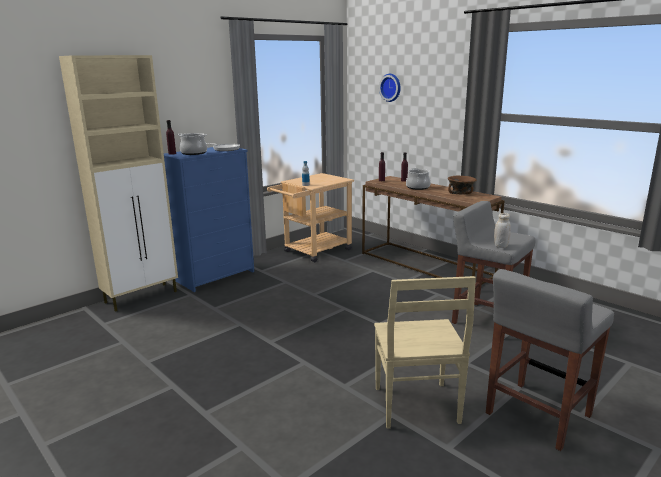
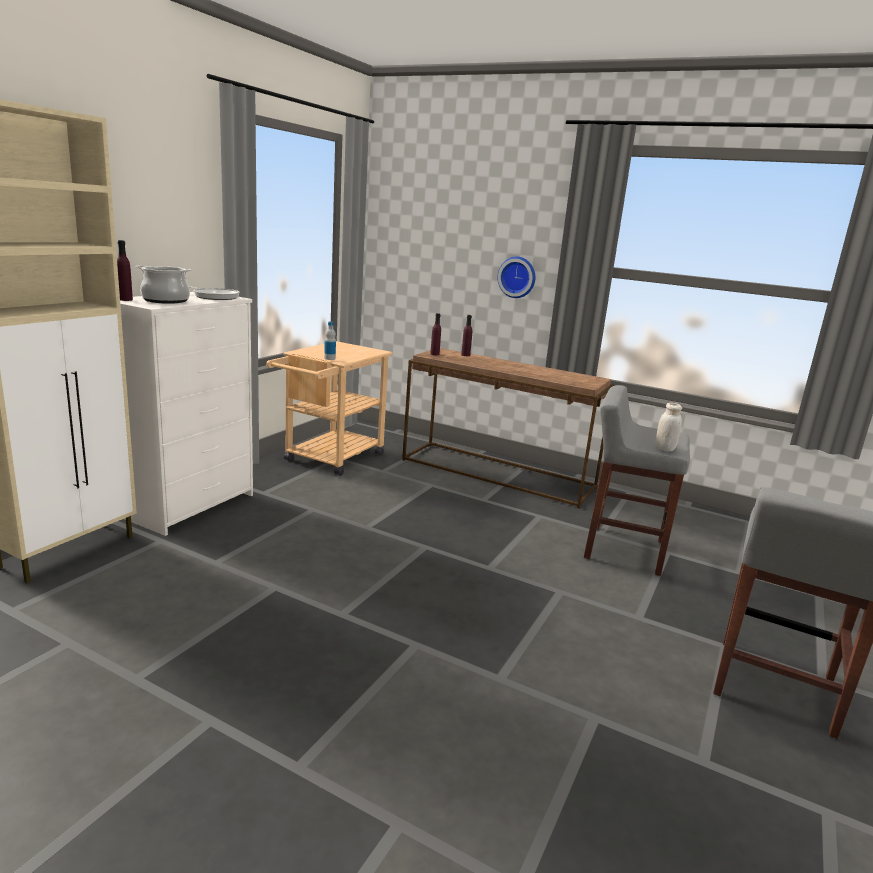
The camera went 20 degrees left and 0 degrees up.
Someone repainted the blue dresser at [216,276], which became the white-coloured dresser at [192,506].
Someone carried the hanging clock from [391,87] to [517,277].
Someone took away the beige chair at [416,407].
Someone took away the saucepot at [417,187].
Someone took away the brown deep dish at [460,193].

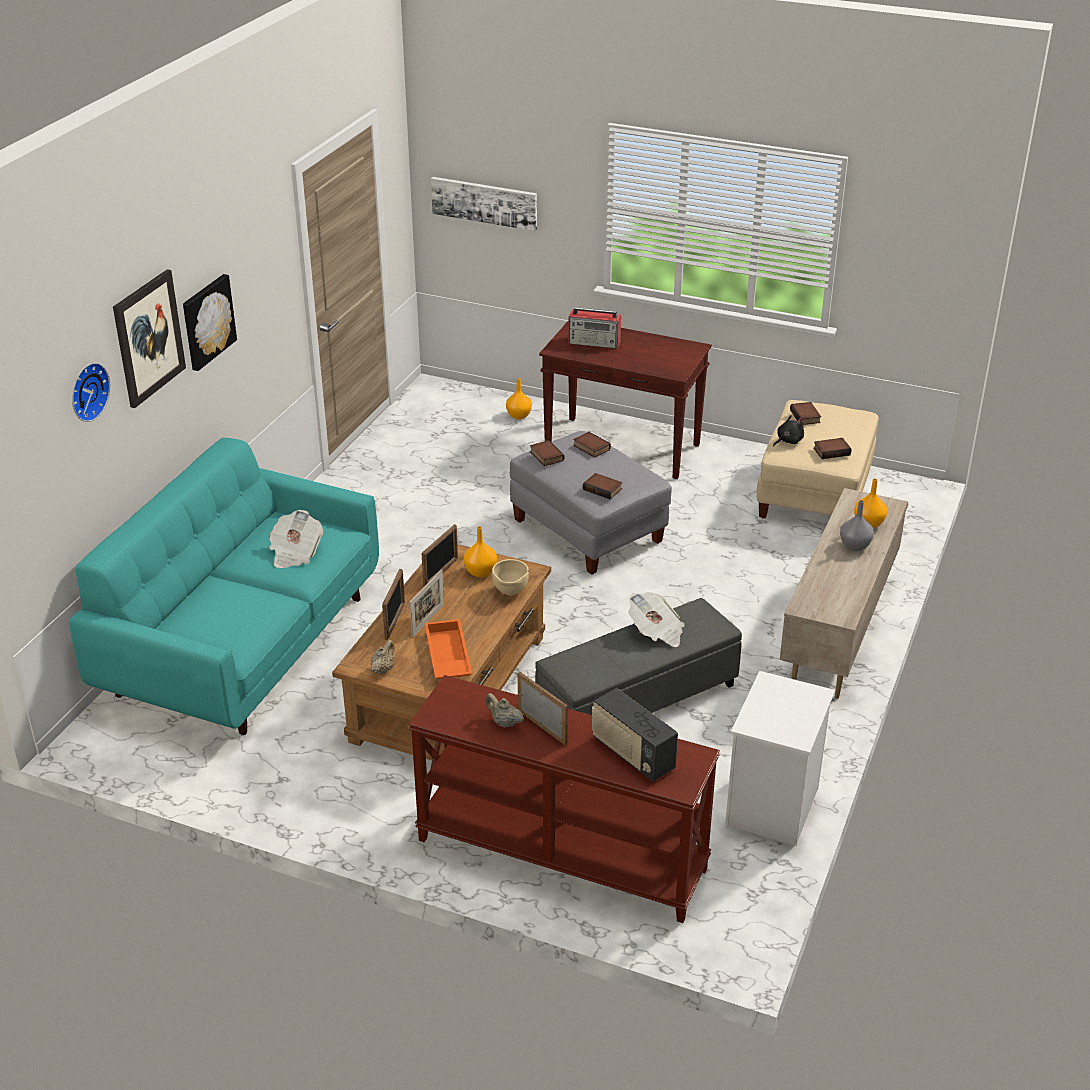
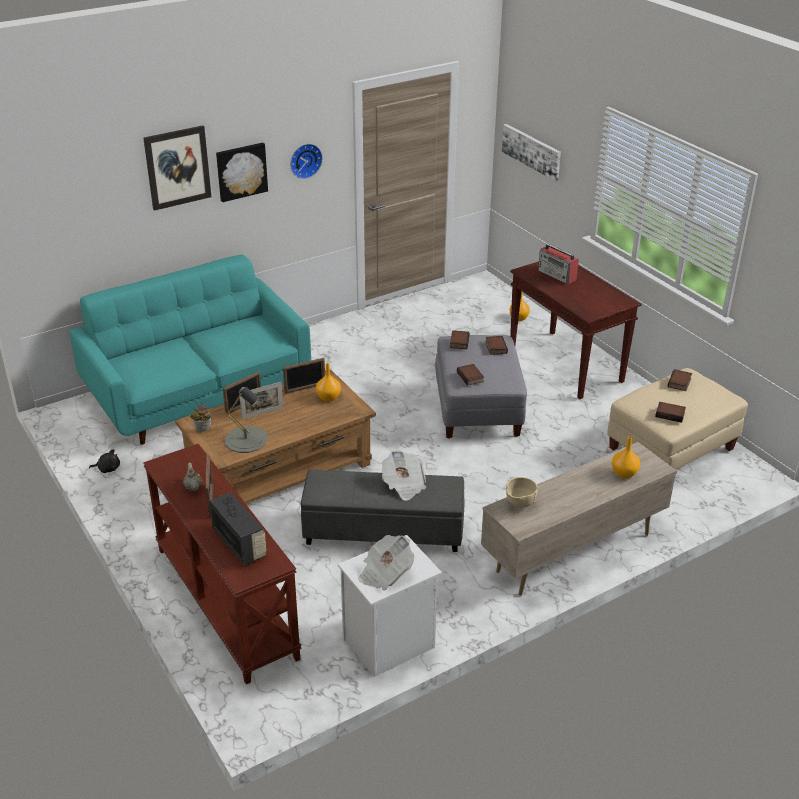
The camera went 35 degrees right and 0 degrees up.
Someone carried the black soft toy from [788,441] to [108,468].
Someone swapped the beige tea pot at [383,669] for the houseplant at [202,431].
Someone rotated the radio receiver at [632,754] by 150 degrees clockwise.
Someone swapped the orange carrying tray at [446,656] for the grey tabletop lamp at [246,439].
Someone carried the hanging clock from [86,391] to [305,160].
Someone carried the printed paper from [295,553] to [385,573].
Someone carried the beige deep dish from [510,593] to [519,505].
Someone took away the grey decorative vase at [855,546].

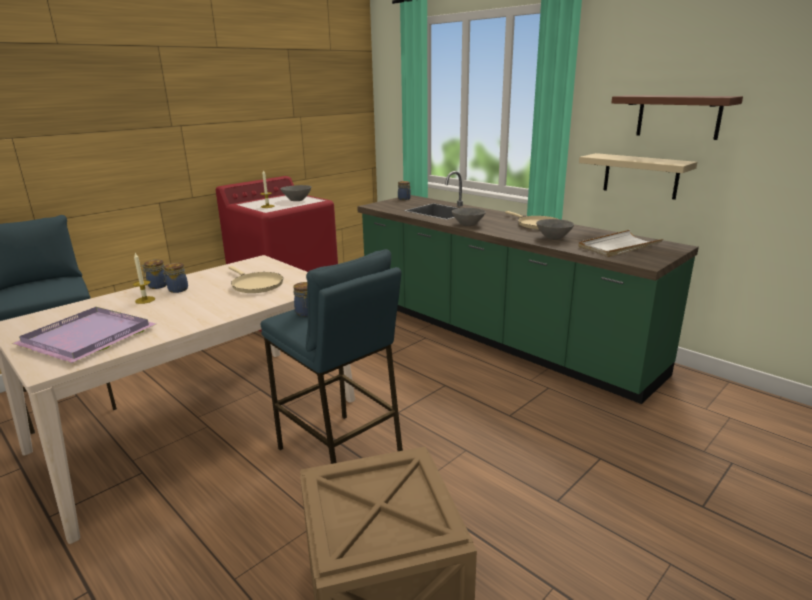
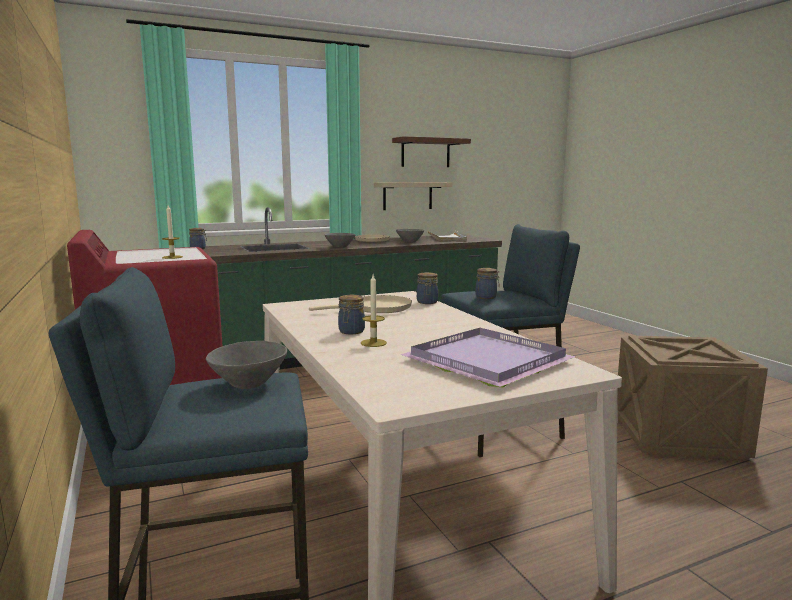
The camera went 70 degrees left and 10 degrees down.
Someone carried the grey deep dish from [296,200] to [247,383].
Someone carried the jar from [157,286] to [427,302].

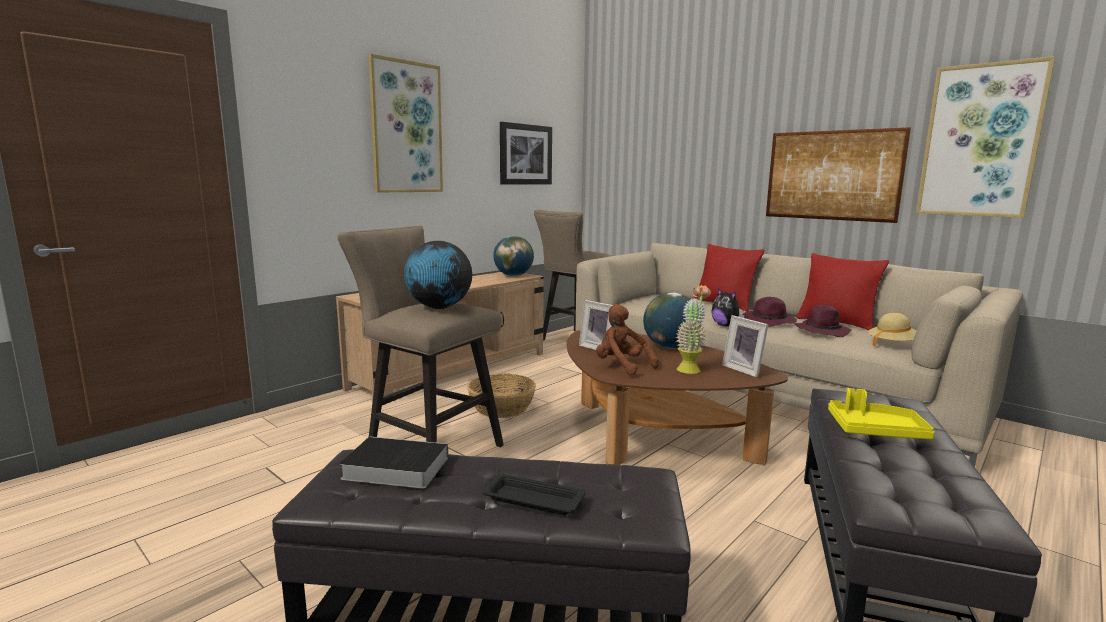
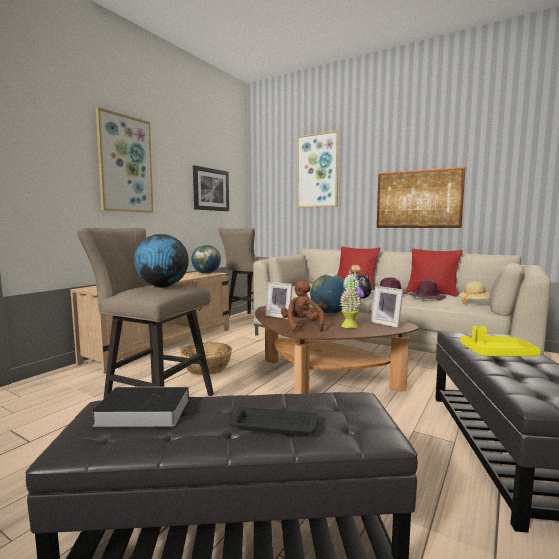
The camera went 10 degrees left and 5 degrees down.
Someone rotated the brown soft toy at [622,366] by 45 degrees clockwise.
Someone carried the wall art from [980,141] to [317,171].

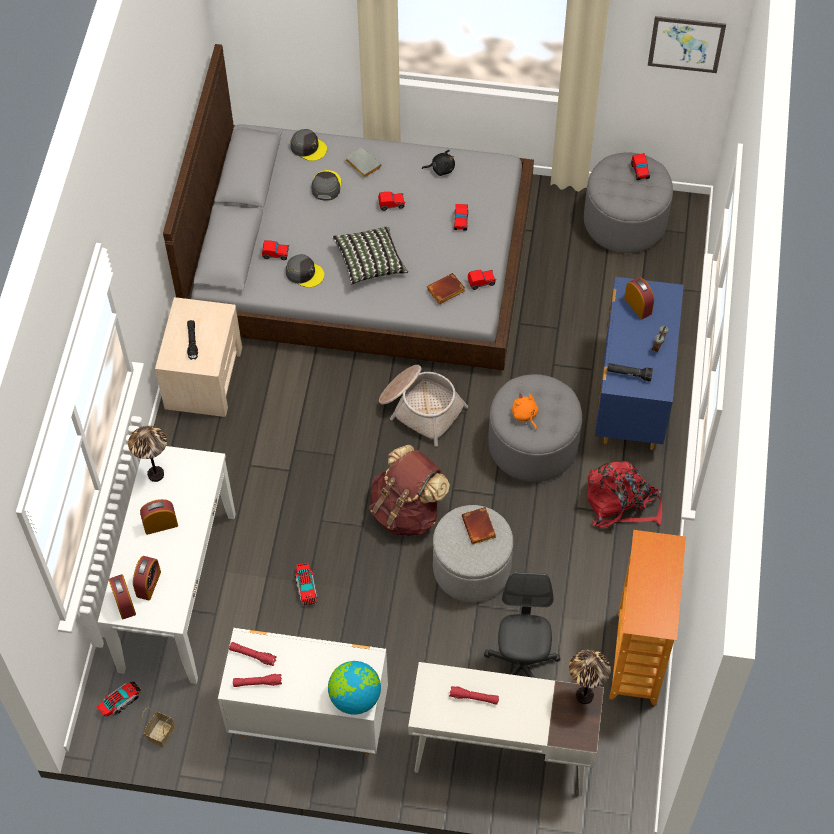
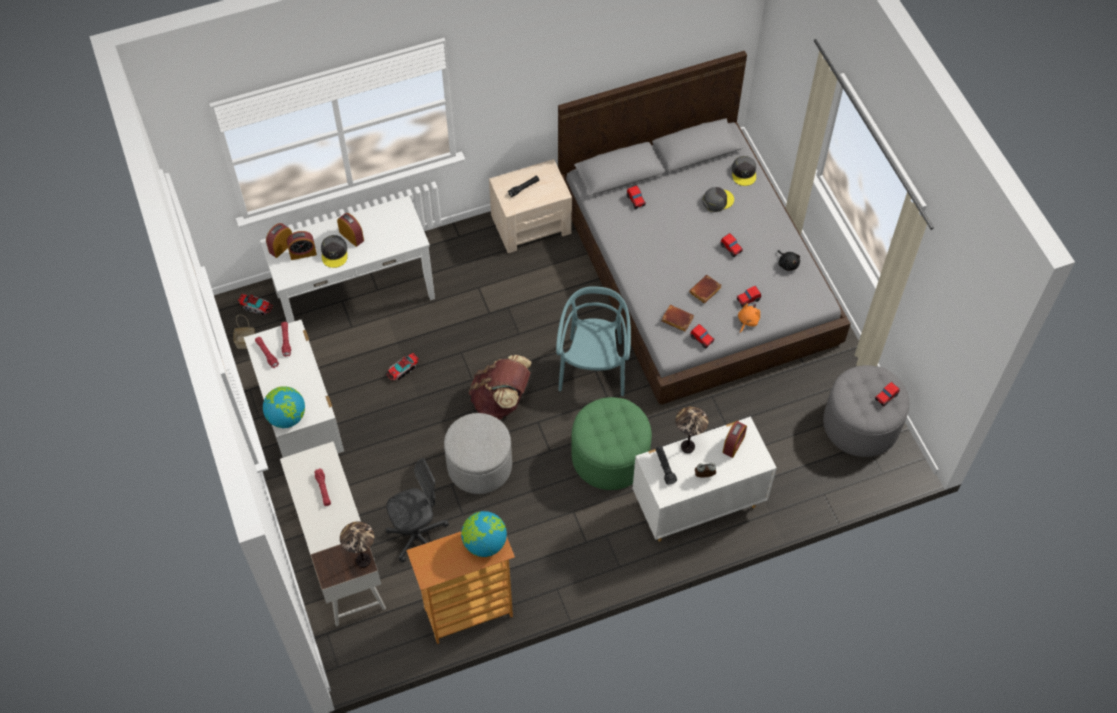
The camera went 60 degrees right and 0 degrees up.
Someone carried the grey peaked cap from [304,273] to [334,253].
Someone put down the desk globe at [484,543].
Someone swapped the basket at [420,408] for the blue-green chair at [593,367].
Someone repainted the grey pouffe at [533,444], which became the green-coloured pouffe at [610,456].
Someone repainted the blue dresser at [632,397], which became the white-coloured dresser at [696,505].
Someone carried the tabletop lamp from [155,474] to [687,446].
Someone carried the brown bound book from [480,528] to [705,291].
Someone carried the orange soft toy from [525,415] to [747,321].
Someone took away the cushion at [370,262].
Someone took away the grey bound book at [362,164].
Someone took away the red-coloured knapsack at [621,502].
Someone took away the wall art at [686,44].

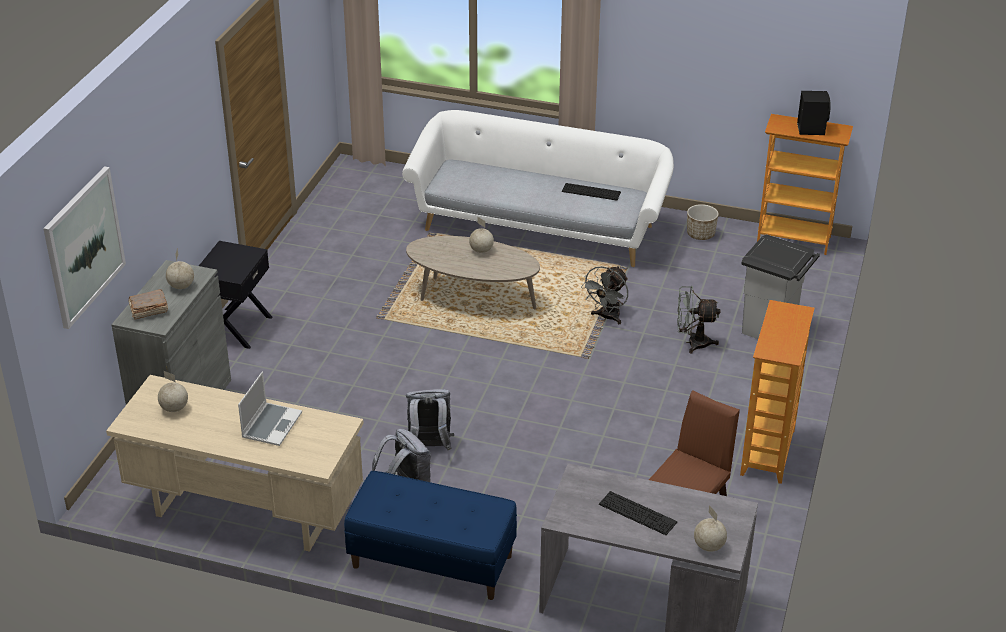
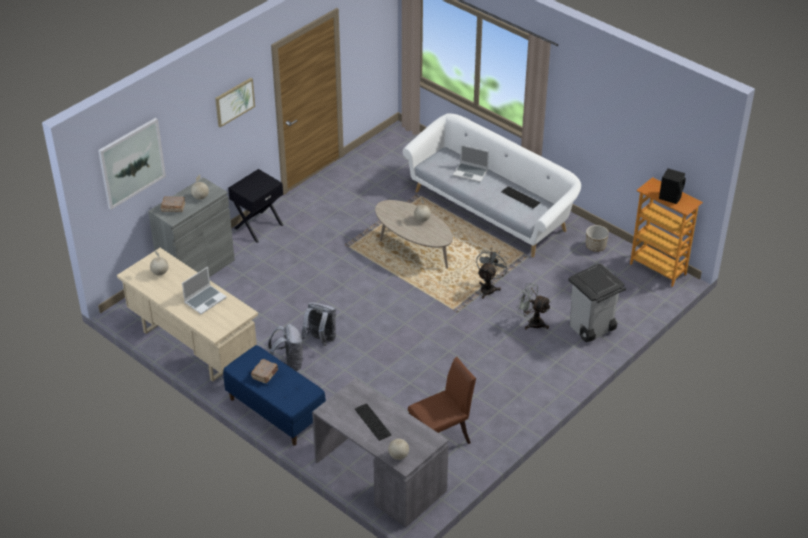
The camera went 25 degrees right and 5 degrees up.
Someone put up the wall art at [234,101].
Someone put down the brown bound book at [265,374].
Someone put down the notebook computer at [471,173].
Someone rotated the grey fan at [607,317] by 150 degrees clockwise.
Someone took away the bookshelf at [768,453].

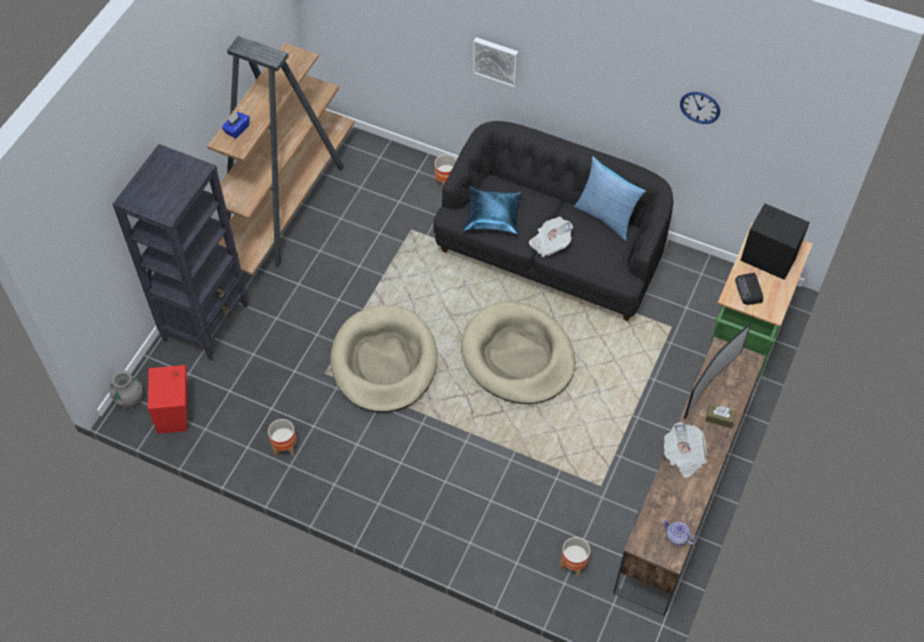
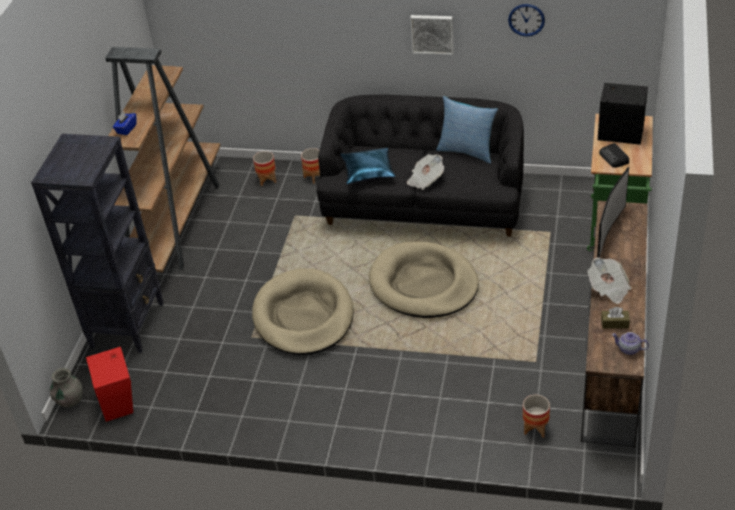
The camera went 10 degrees left and 15 degrees down.
Someone carried the planter from [285,447] to [267,180].
Someone carried the wall art from [496,60] to [432,33].
Someone carried the brown tissue holder from [719,418] to [615,323].

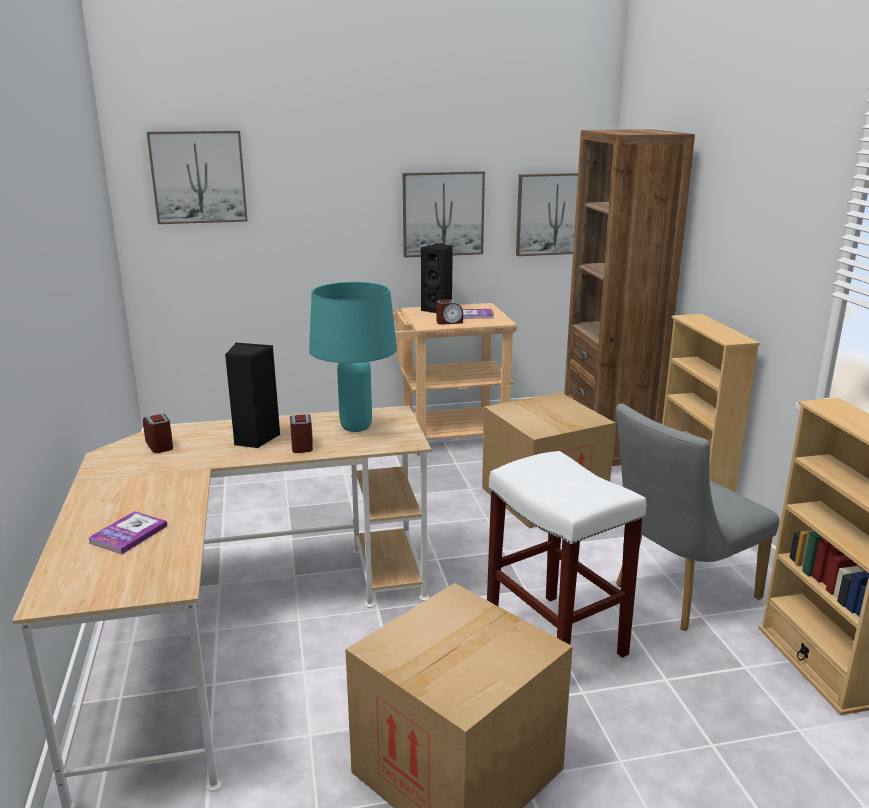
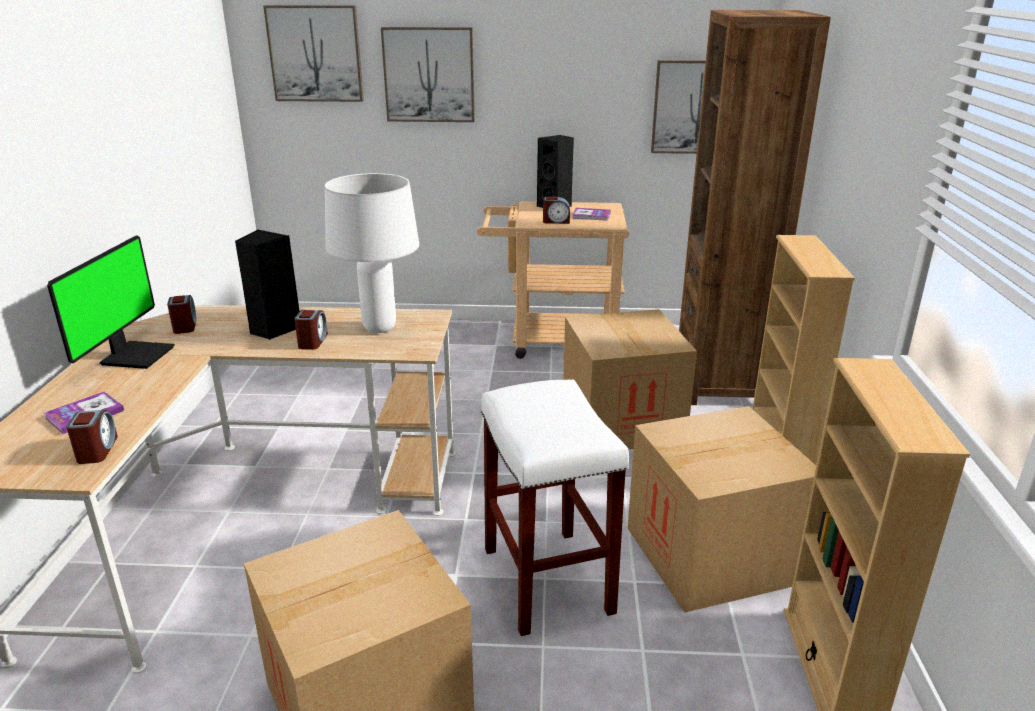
The camera went 15 degrees right and 5 degrees up.
Someone put down the computer screen at [135,355].
Someone put down the alarm clock at [97,450].
Someone repainted the blue-green tabletop lamp at [356,427], which became the white-coloured tabletop lamp at [380,328].
Someone carried the wall art from [443,214] to [429,75].
Someone swapped the grey chair at [678,594] for the cardboard box at [711,554].

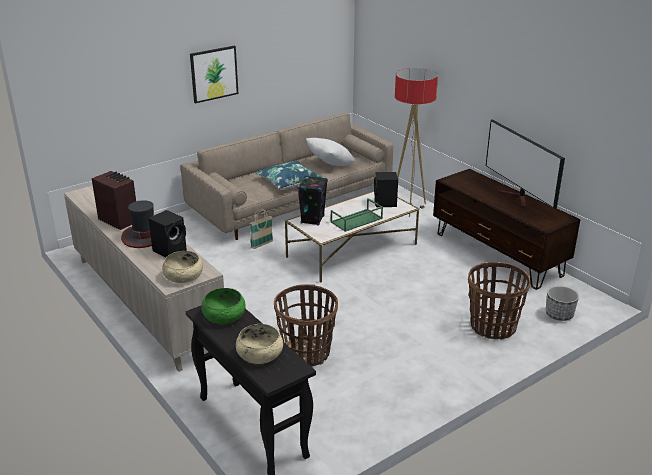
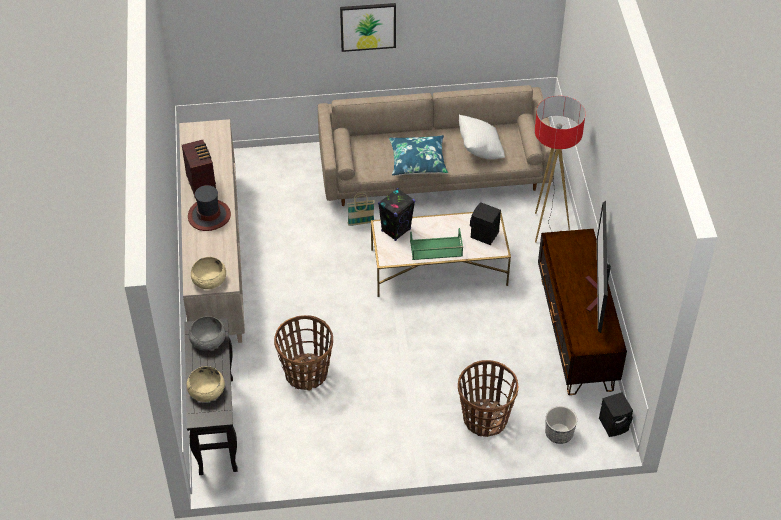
The camera went 30 degrees right and 20 degrees up.
Someone repainted the green-coloured deep dish at [224,315], which became the grey deep dish at [208,339].
Someone carried the black speaker from [170,250] to [614,424].

